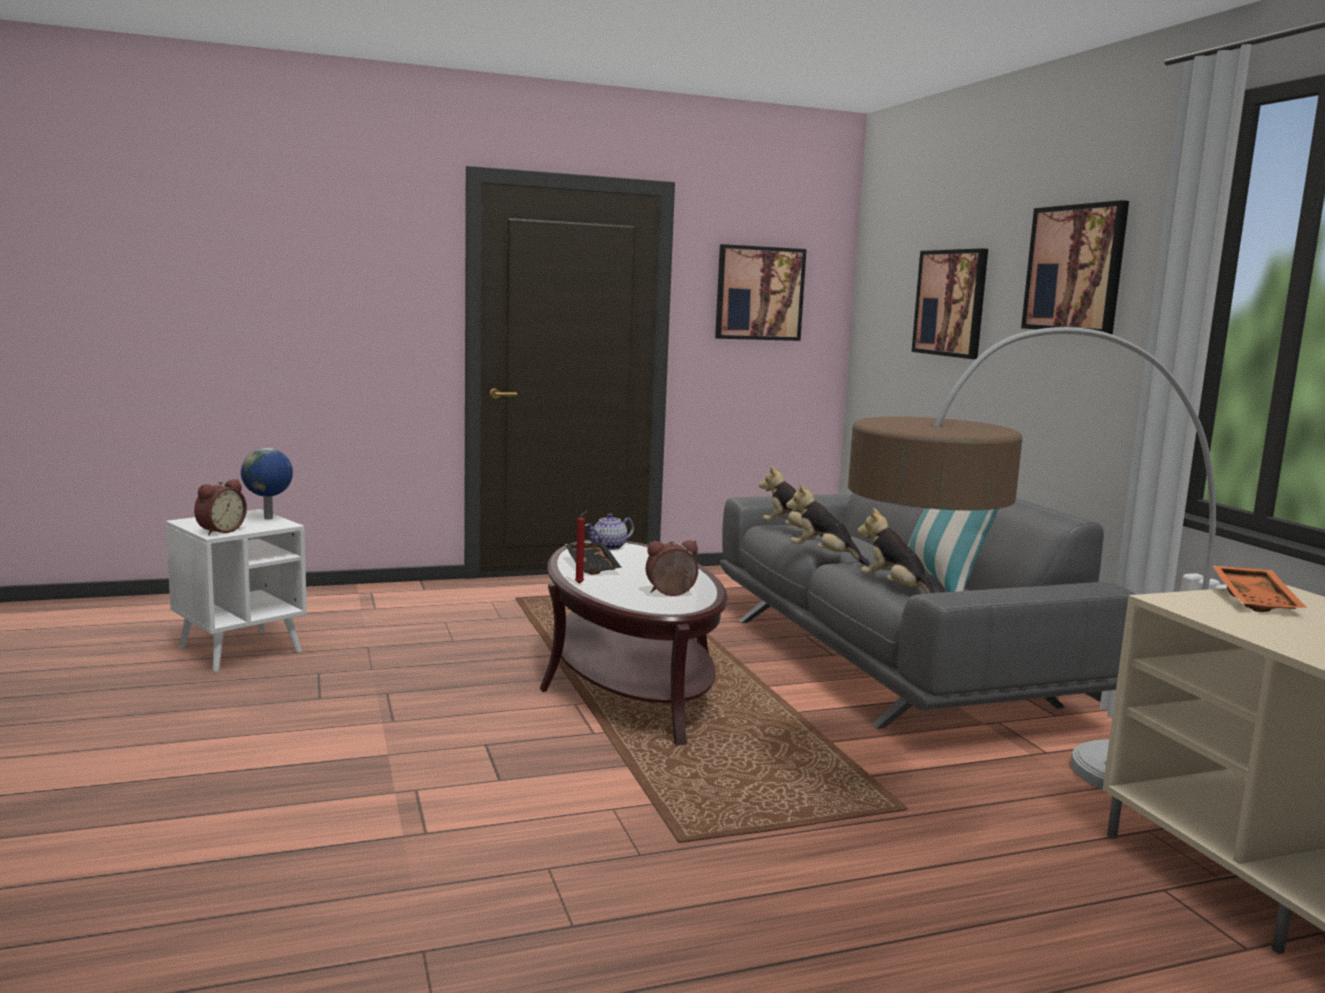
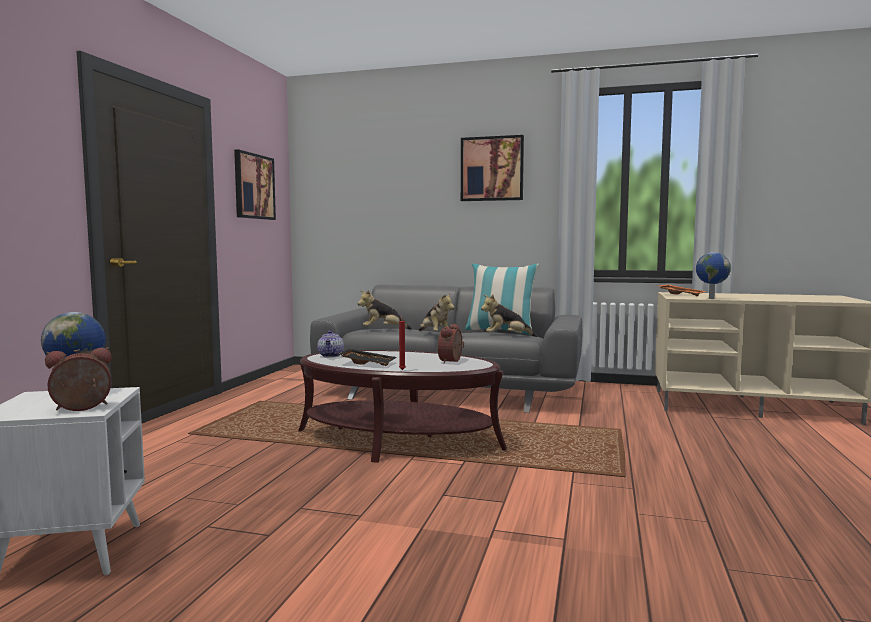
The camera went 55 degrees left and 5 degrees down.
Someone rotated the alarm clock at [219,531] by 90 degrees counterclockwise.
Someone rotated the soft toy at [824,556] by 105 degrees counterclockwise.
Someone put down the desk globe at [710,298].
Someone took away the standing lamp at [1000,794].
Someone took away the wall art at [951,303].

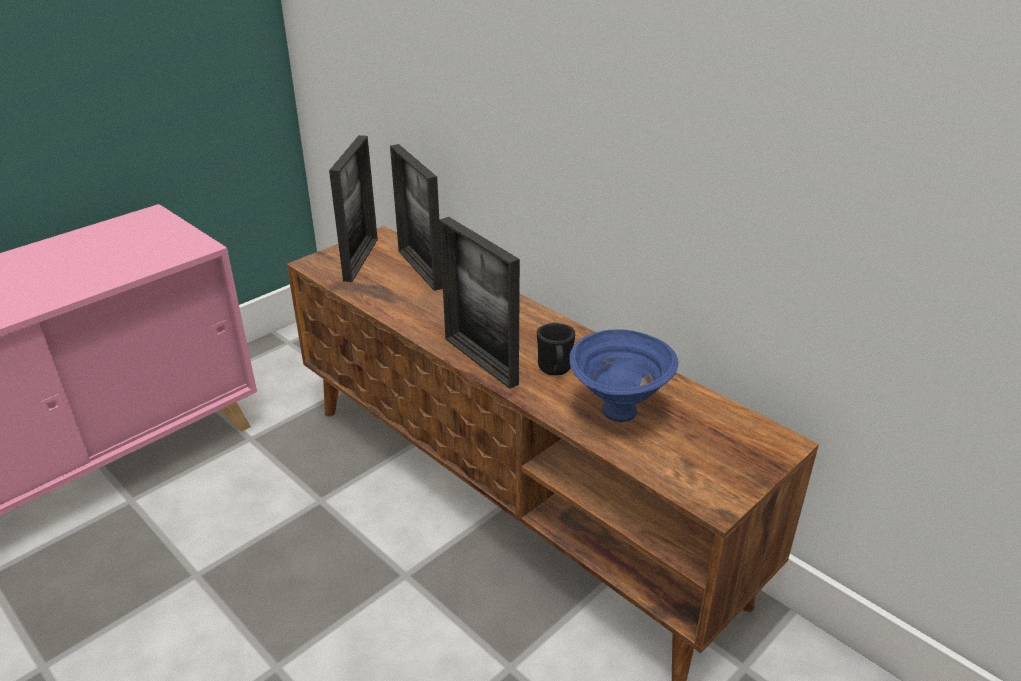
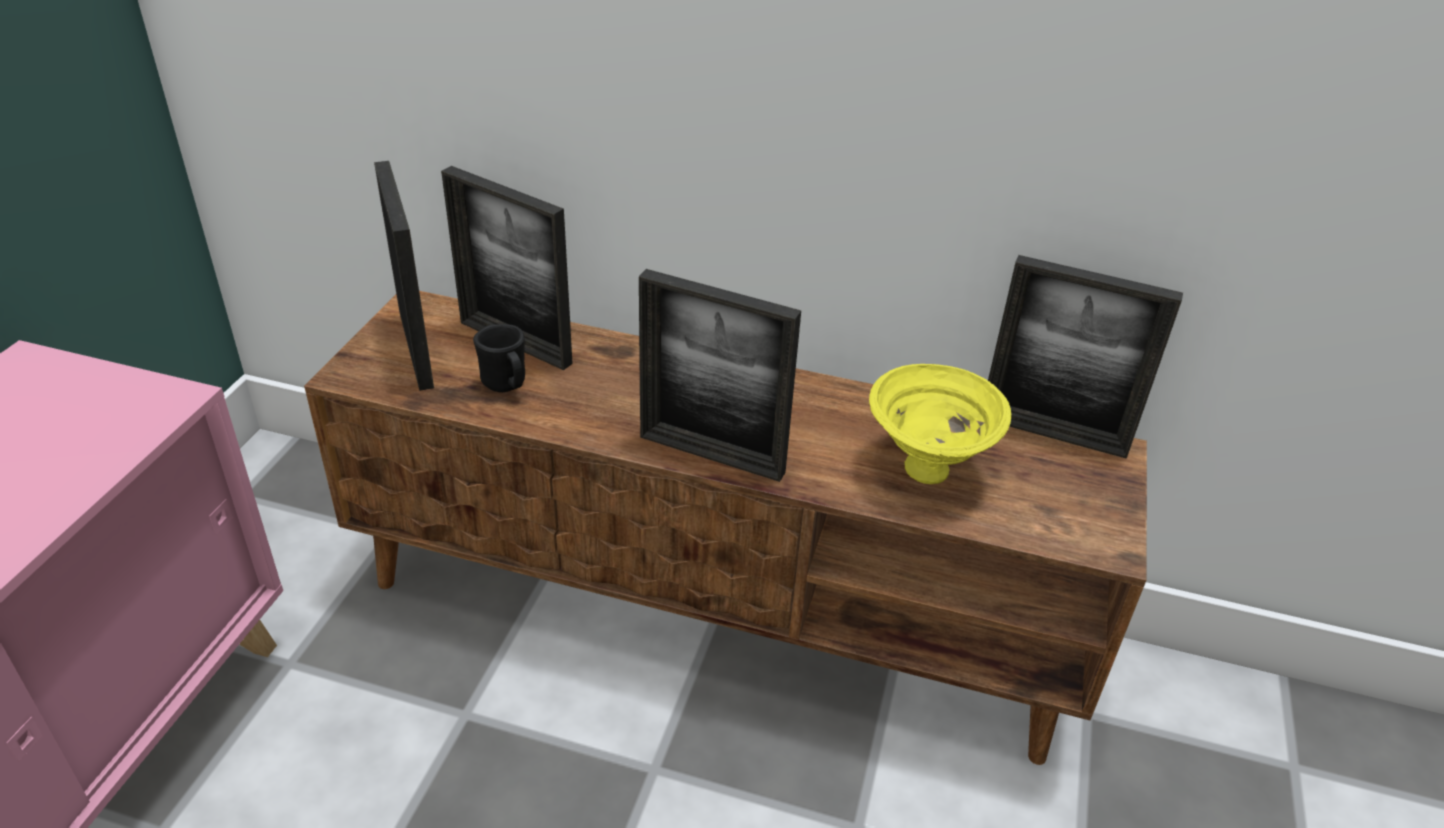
The camera went 30 degrees left and 5 degrees up.
Someone carried the black coffee mug from [555,370] to [507,385].
Someone repainted the blue deep dish at [619,413], which became the yellow deep dish at [928,472].
Someone put down the picture frame at [1052,433].

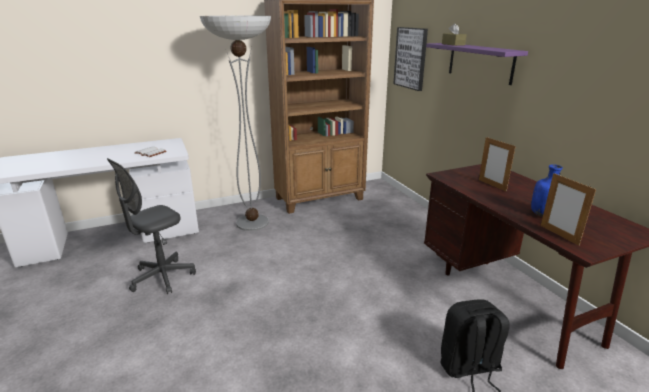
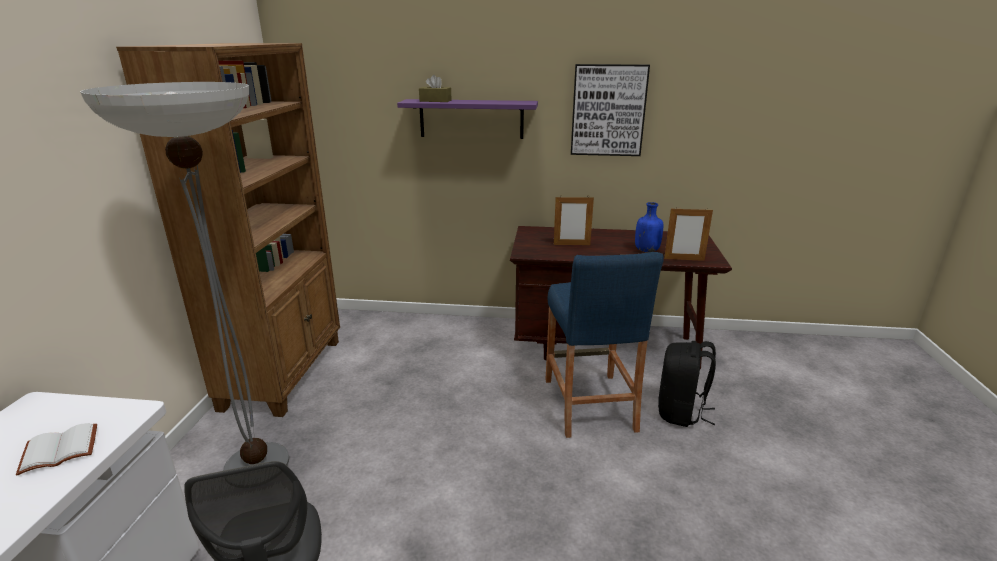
The camera went 60 degrees left and 0 degrees up.
Someone put down the blue sitting stool at [589,404].
Someone carried the wall art from [411,58] to [608,110].

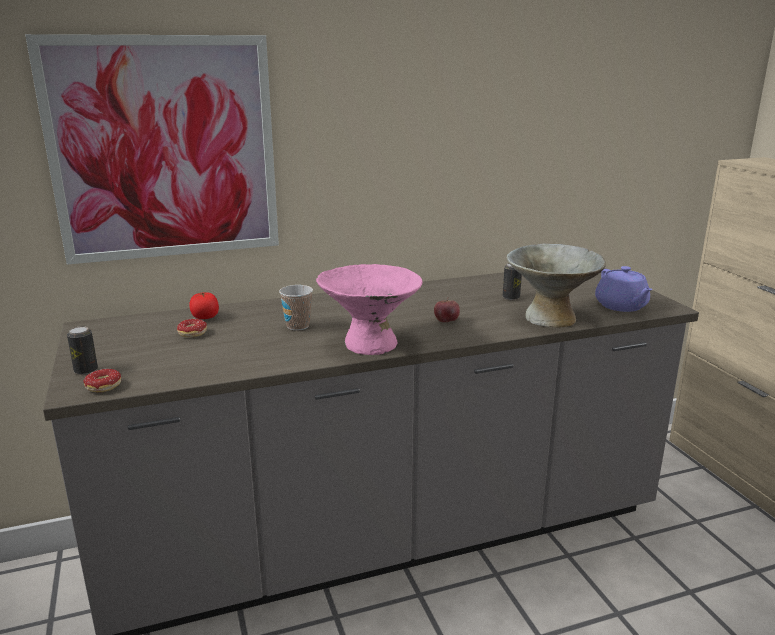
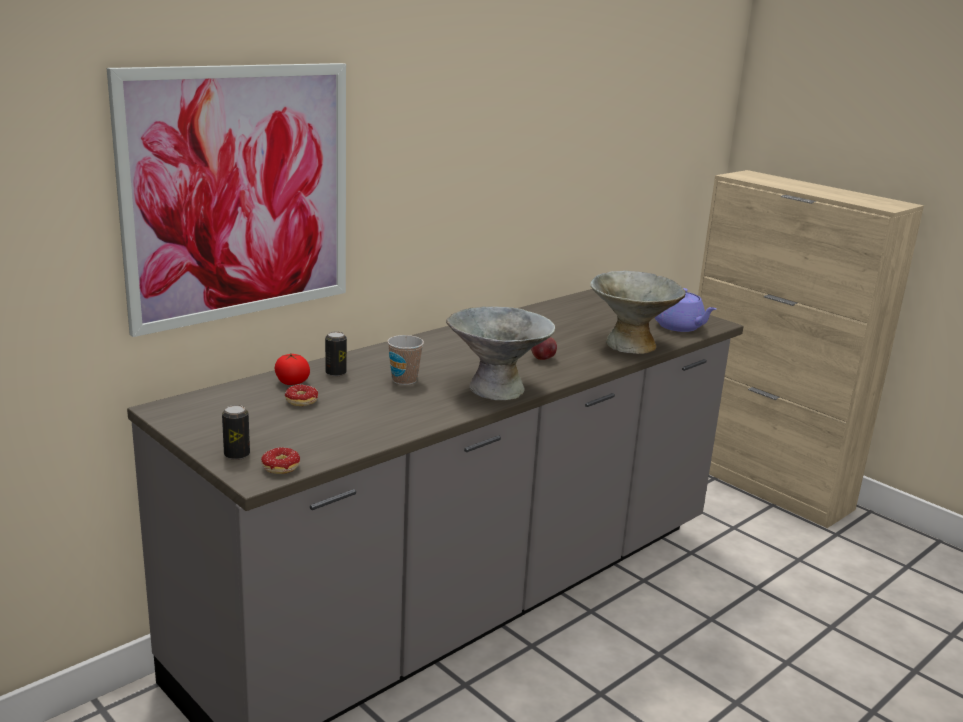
The camera went 25 degrees left and 0 degrees up.
Someone carried the metal can from [511,297] to [336,373].
Someone repainted the pink-coloured deep dish at [370,343], which became the grey deep dish at [496,389].

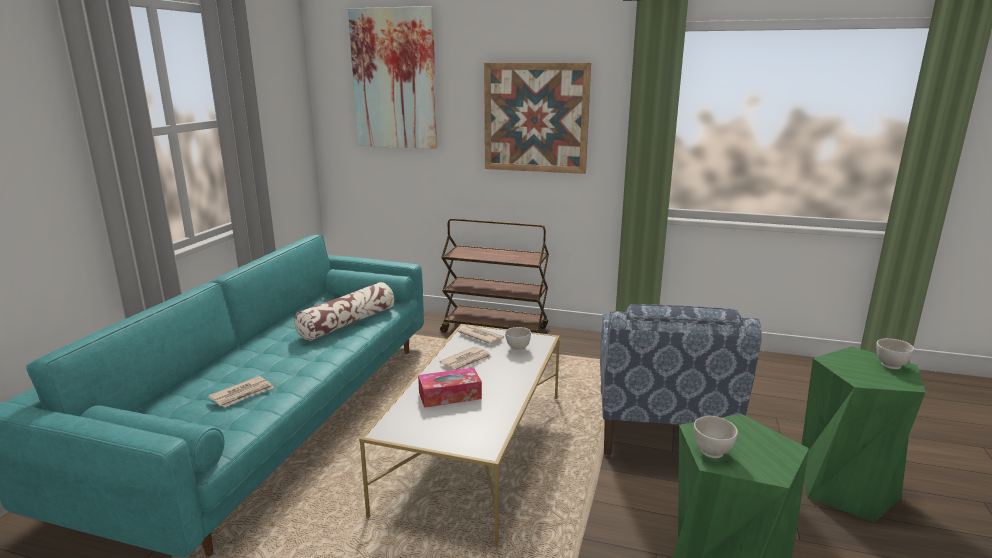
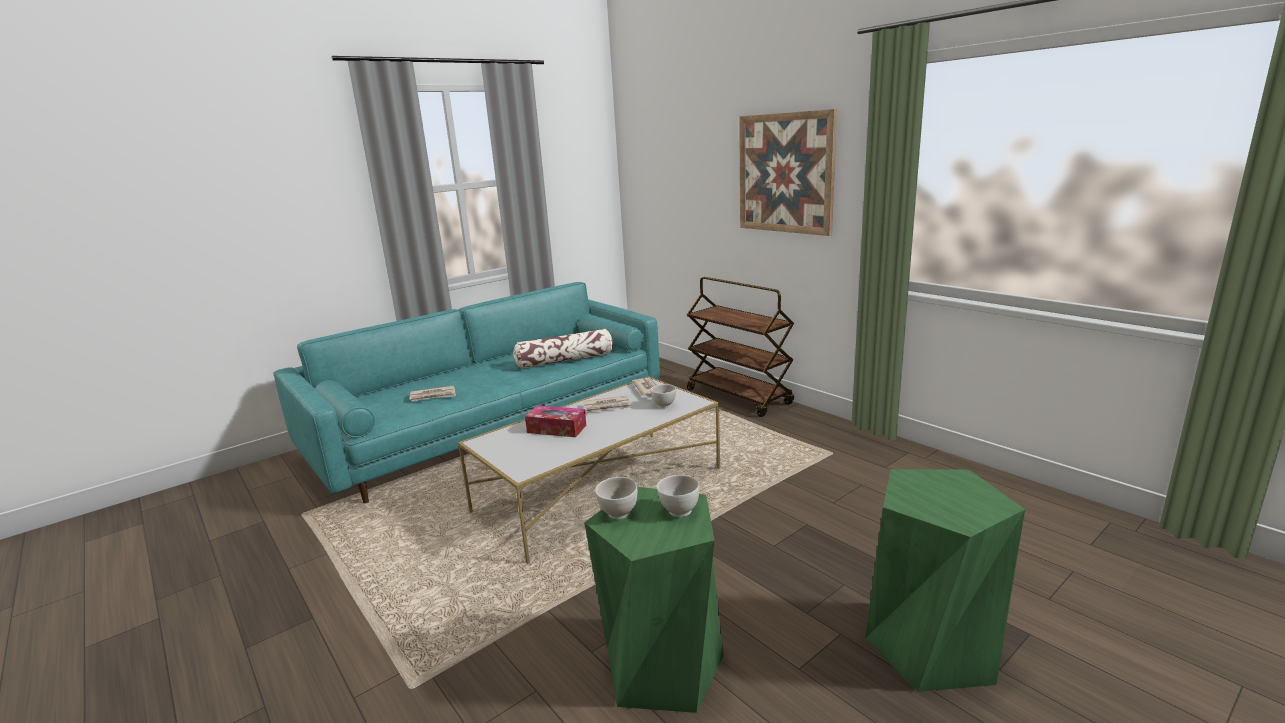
The camera went 35 degrees right and 0 degrees up.
Someone carried the white-coloured deep dish from [890,365] to [679,511].
Someone took away the wall art at [394,79].
Someone took away the blue armchair at [660,427].

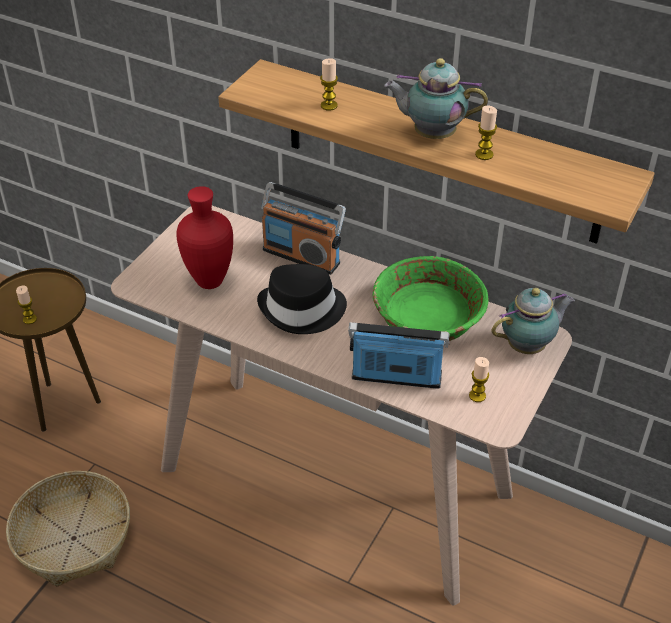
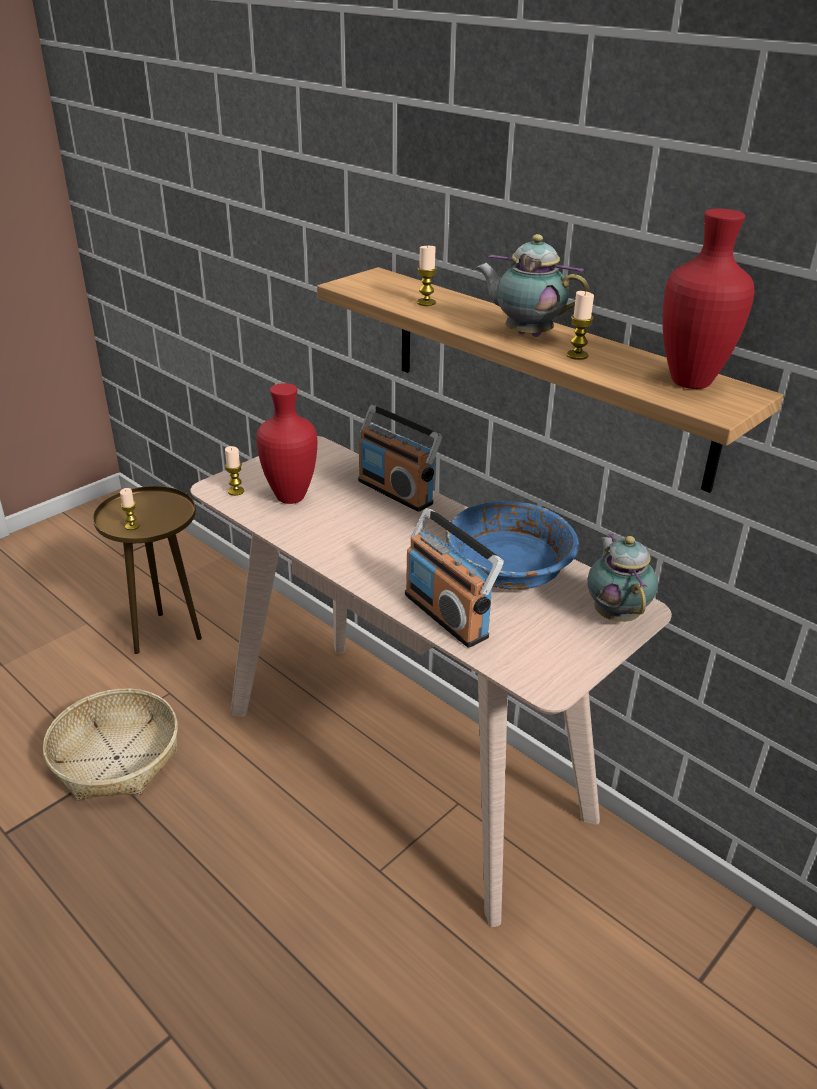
The camera went 15 degrees right and 10 degrees down.
Someone carried the wax candle from [477,396] to [236,491].
Someone rotated the radio receiver at [396,377] by 150 degrees counterclockwise.
Someone repainted the green-coloured deep dish at [427,316], which became the blue deep dish at [507,565].
Someone rotated the tea pot at [528,346] by 90 degrees counterclockwise.
Someone put down the red-coloured decorative vase at [688,382].
Someone took away the black wearable hat at [302,310].

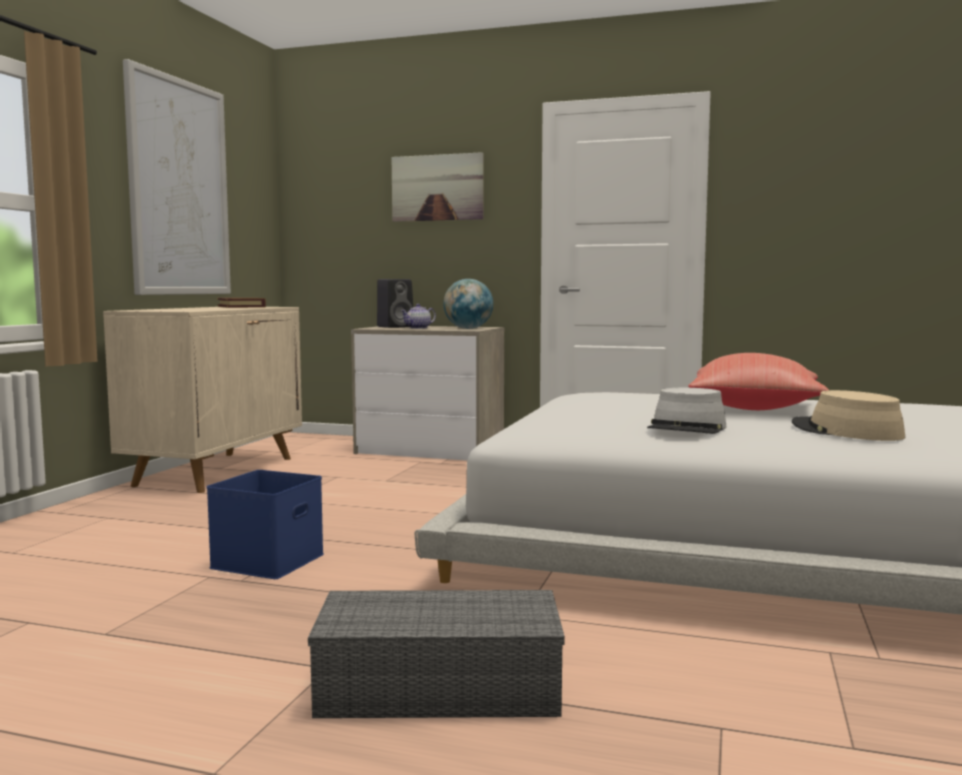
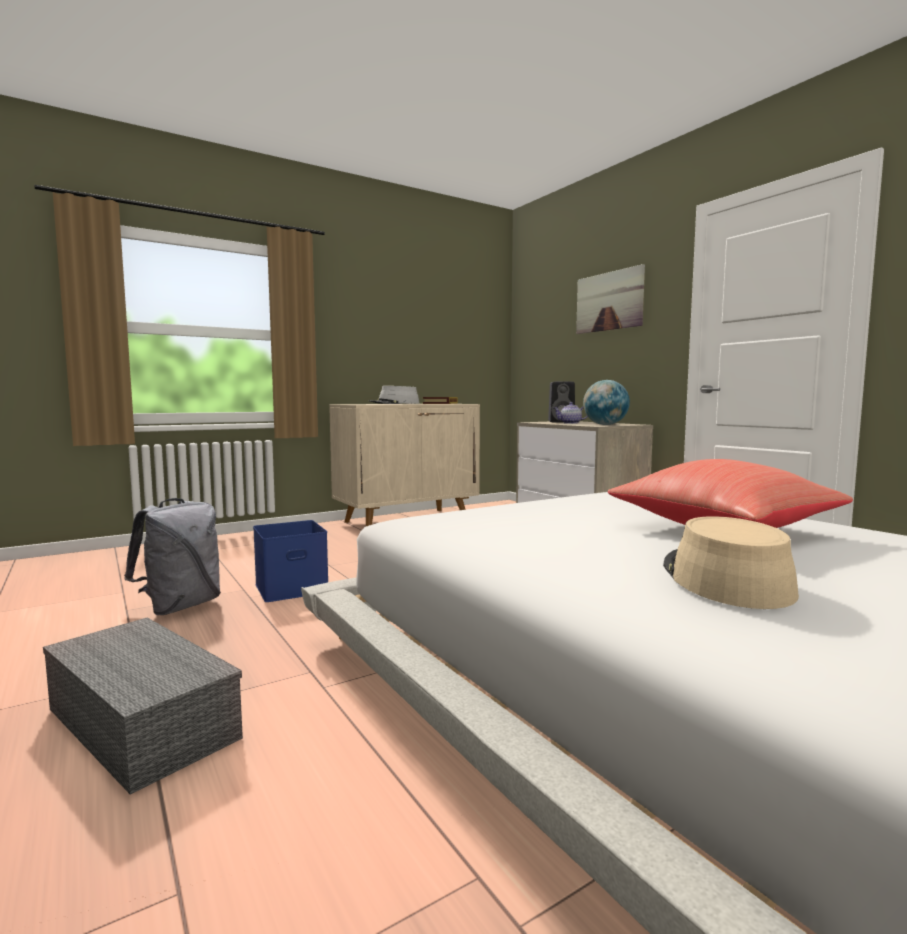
The camera went 40 degrees right and 0 degrees up.
Someone put down the grey knapsack at [180,606].
Someone carried the grey wearable hat from [687,428] to [394,404].
Someone took away the wall art at [179,188].

